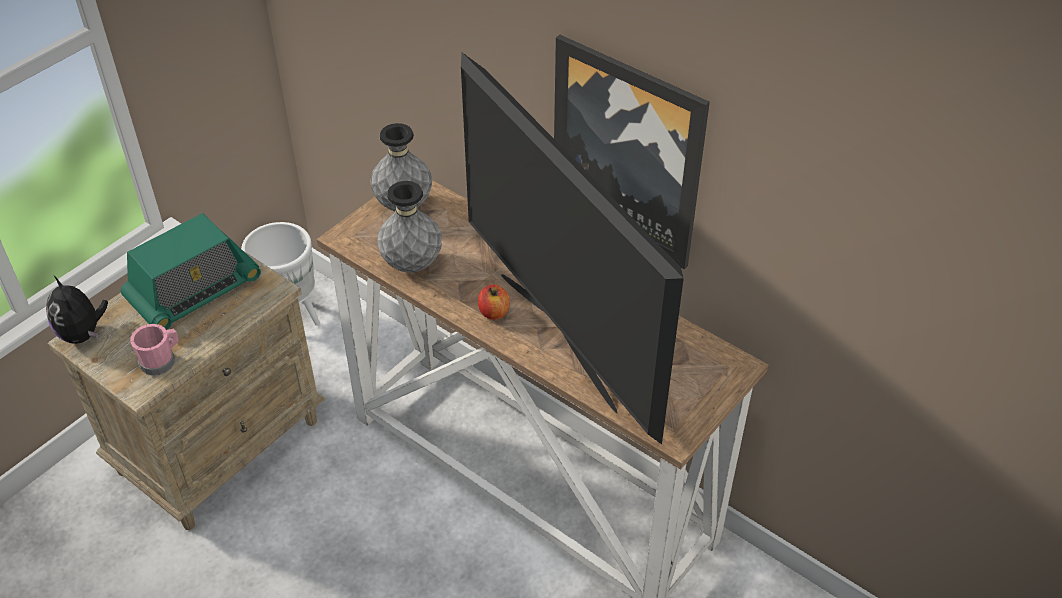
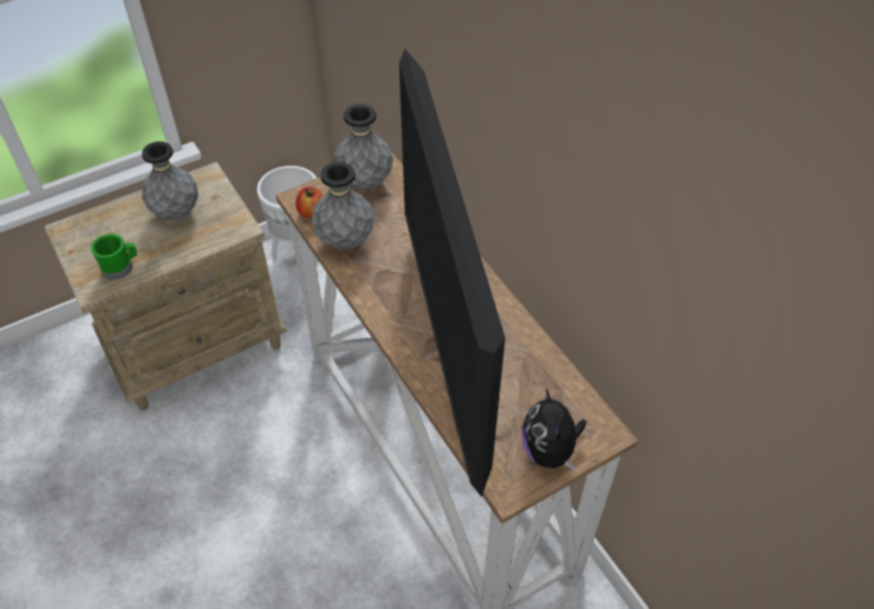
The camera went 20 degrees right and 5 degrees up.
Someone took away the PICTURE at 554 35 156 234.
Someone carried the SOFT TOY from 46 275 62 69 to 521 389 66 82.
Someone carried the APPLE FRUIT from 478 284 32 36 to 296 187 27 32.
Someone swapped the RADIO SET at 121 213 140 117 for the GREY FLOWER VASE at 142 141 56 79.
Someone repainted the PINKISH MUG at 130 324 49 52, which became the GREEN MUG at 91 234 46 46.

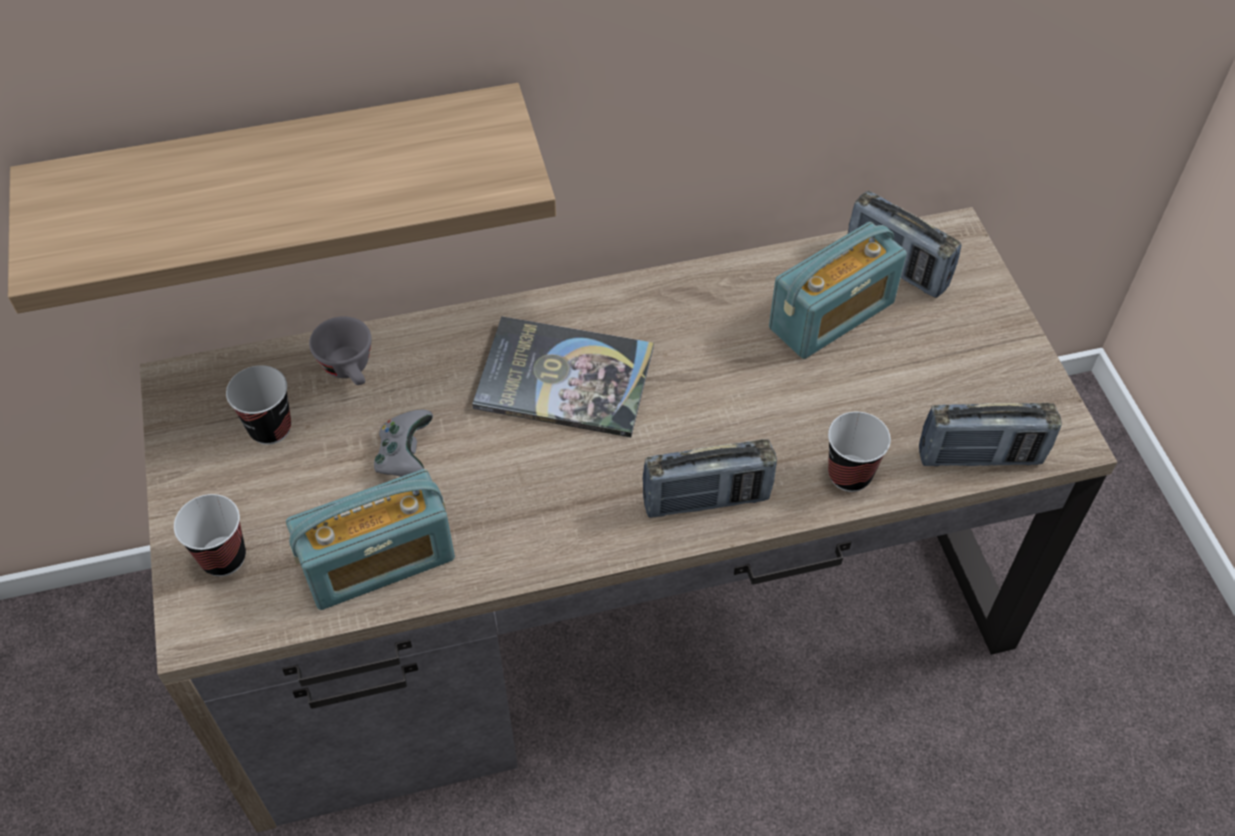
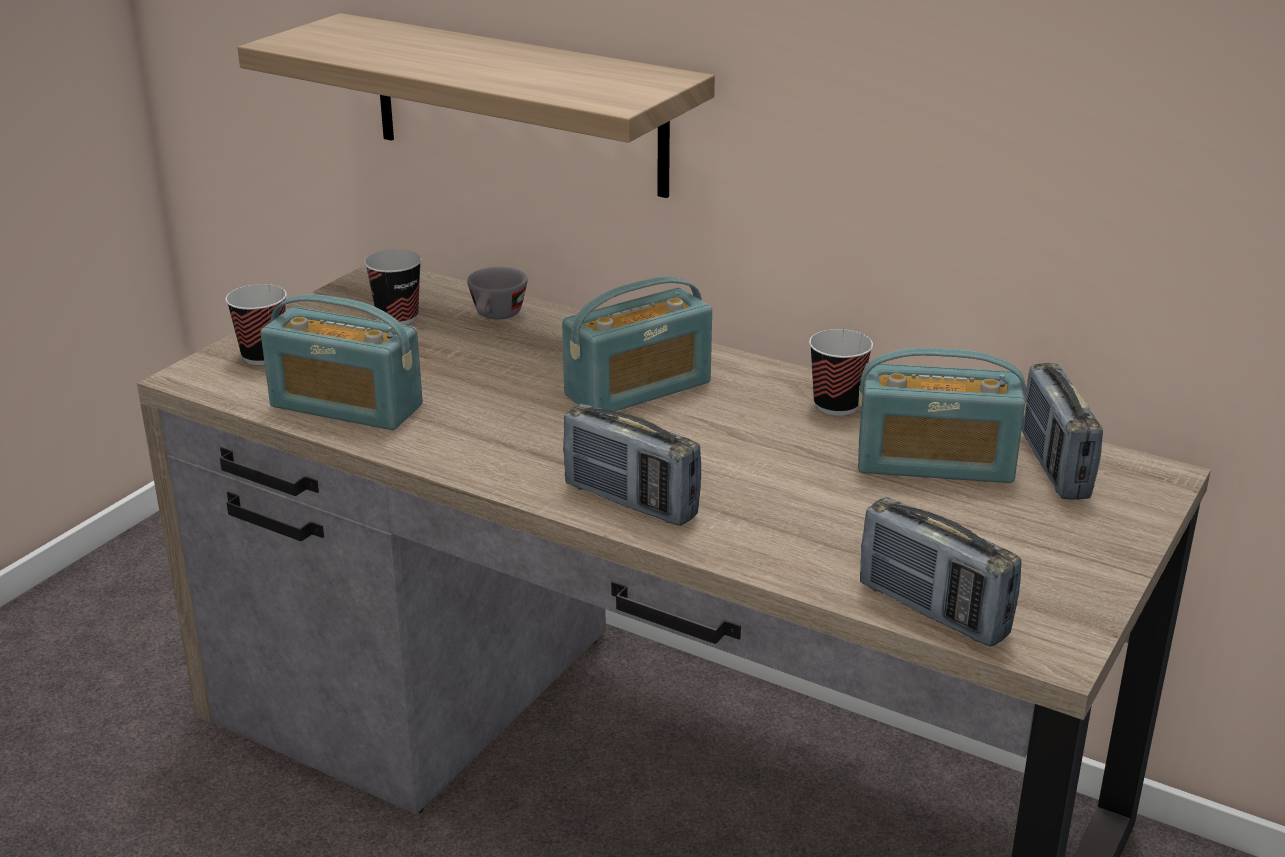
The camera went 45 degrees right and 25 degrees down.
Someone took away the GREY GAMEPAD at 374 409 59 68.
Someone carried the CUP from 828 412 63 80 to 809 329 64 87.
Someone swapped the BOUND BOOK at 472 316 182 121 for the RADIO SET at 562 277 150 134.

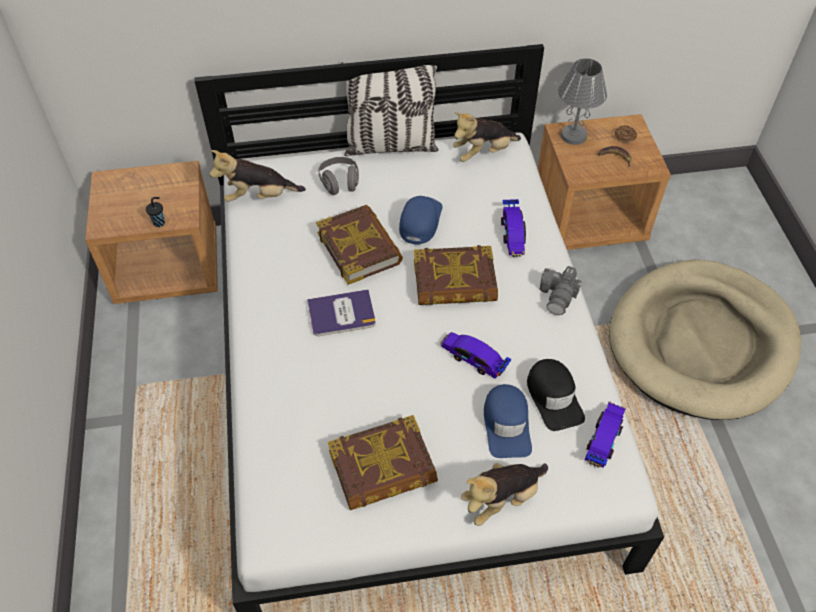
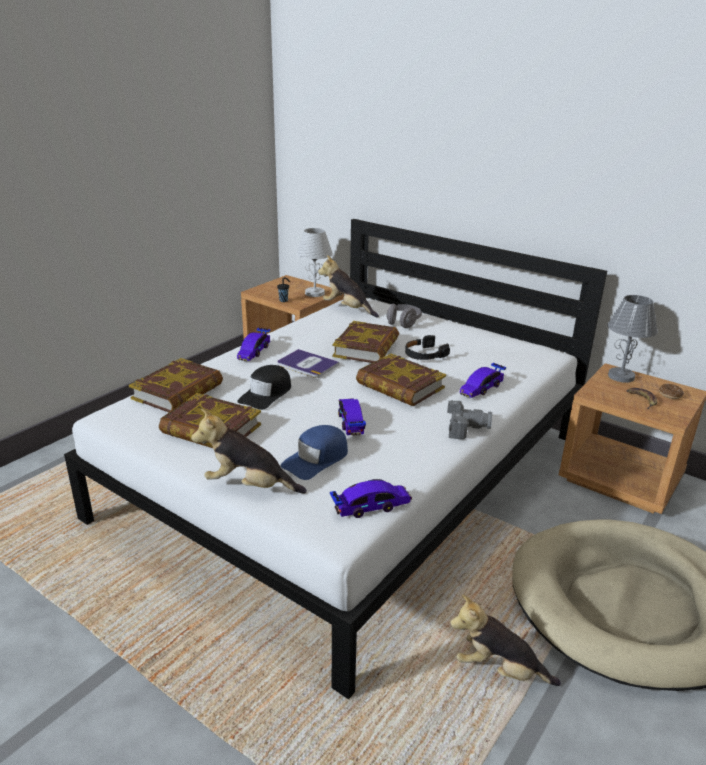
The camera went 45 degrees right and 25 degrees down.
Someone took away the PILLOW at 341 62 98 94.
Someone put down the BOUND BOOK at 129 358 94 54.
Someone put down the TOY CAR at 237 328 34 33.
Someone put down the WHITISH TABLETOP LAMP at 296 228 37 69.
Someone carried the SOFT TOY from 453 112 68 50 to 450 595 111 91.
Someone carried the BLACK-COLOURED CAP from 527 359 58 72 to 237 365 54 45.
Someone swapped the BLUISH CAP at 399 196 44 49 for the BLACK-COLOURED HEADPHONES at 405 335 45 25.
Someone rotated the STILL CAMERA at 540 266 42 49 by 150 degrees counterclockwise.

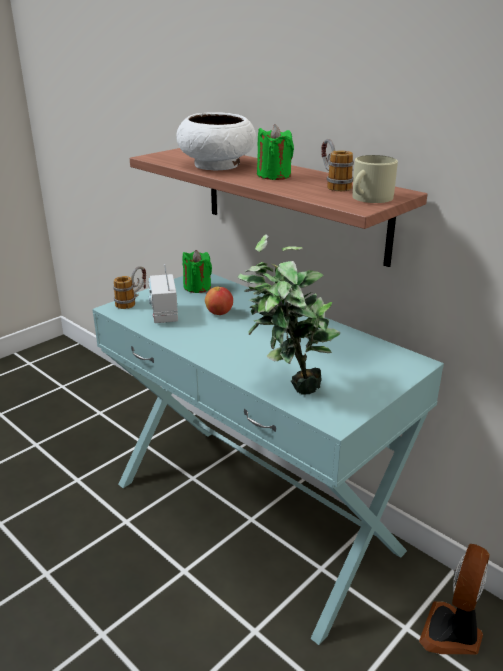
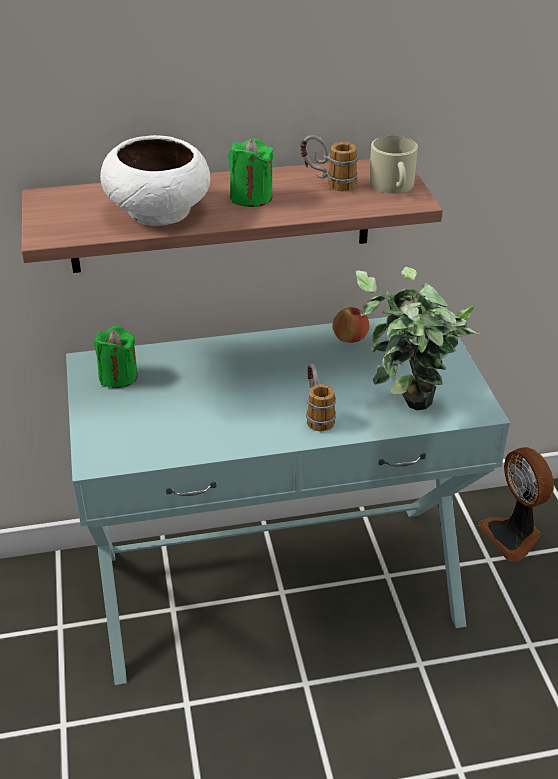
The camera went 55 degrees left and 10 degrees up.
Someone took away the RADIO SET at 148 264 30 59.
Someone carried the MUG from 113 266 33 43 to 306 364 30 67.
Someone carried the APPLE FRUIT from 205 287 28 28 to 332 307 37 36.

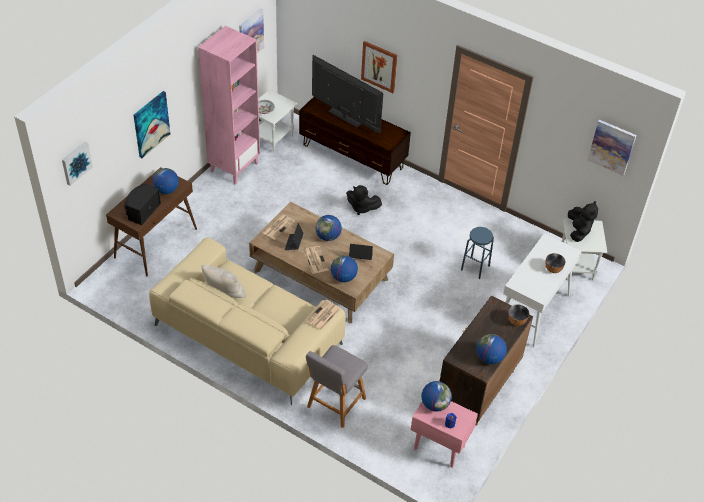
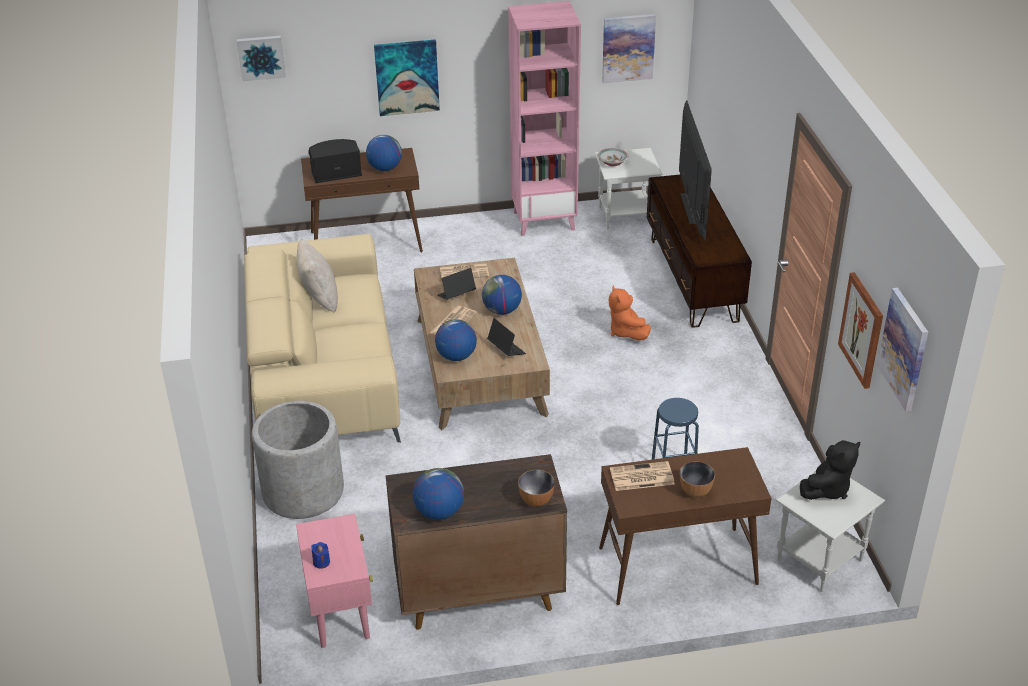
The camera went 50 degrees right and 10 degrees down.
Someone took away the DESK GLOBE at 422 381 30 31.
Someone carried the PRINTED PAPER from 305 300 35 31 to 610 461 65 30.
Someone carried the PICTURE from 361 41 37 52 to 838 272 45 117.
Someone swapped the GREY STOOL SEAT at 306 345 62 83 for the GREY PLANT POT at 252 401 92 118.
Someone repainted the BLACK-COLOURED SOFT TOY at 346 185 36 30, which became the ORANGE-COLOURED SOFT TOY at 609 286 42 54.
Someone repainted the WHITISH NARROW TABLE at 503 234 79 114, which became the BROWN-COLOURED NARROW TABLE at 599 447 173 158.

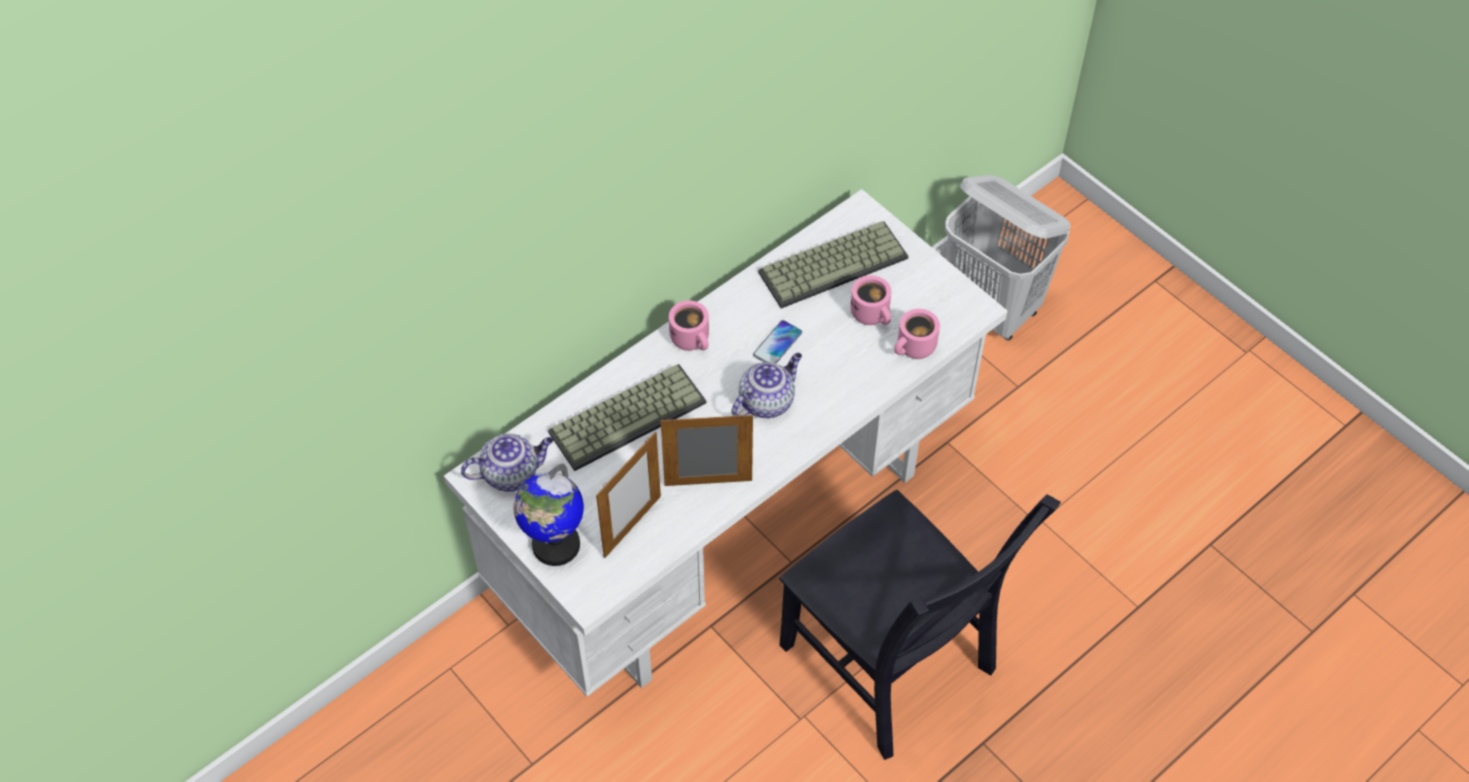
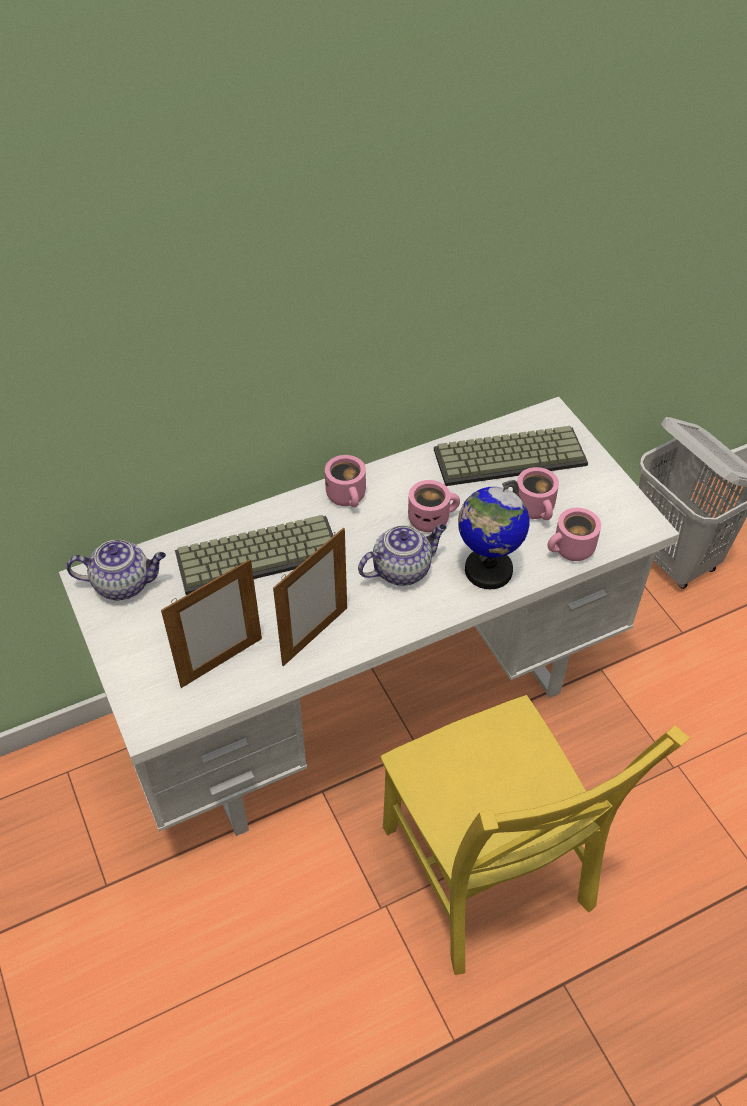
The camera went 15 degrees right and 5 degrees down.
Someone carried the DESK GLOBE from 513 464 71 102 to 458 480 71 109.
Someone swapped the HANDSET at 753 320 49 44 for the PINKISH MUG at 408 480 52 52.
Someone repainted the BLACK-COLOURED PLAIN CHAIR at 779 489 282 271, which became the YELLOW PLAIN CHAIR at 380 695 310 280.
Someone rotated the PHOTO FRAME at 661 415 92 71 by 120 degrees clockwise.

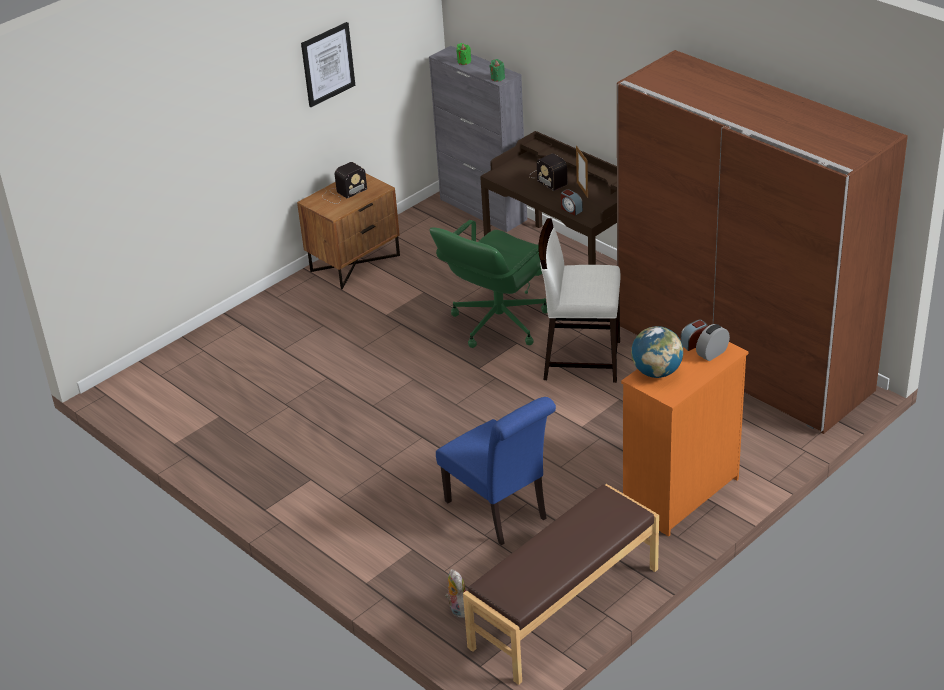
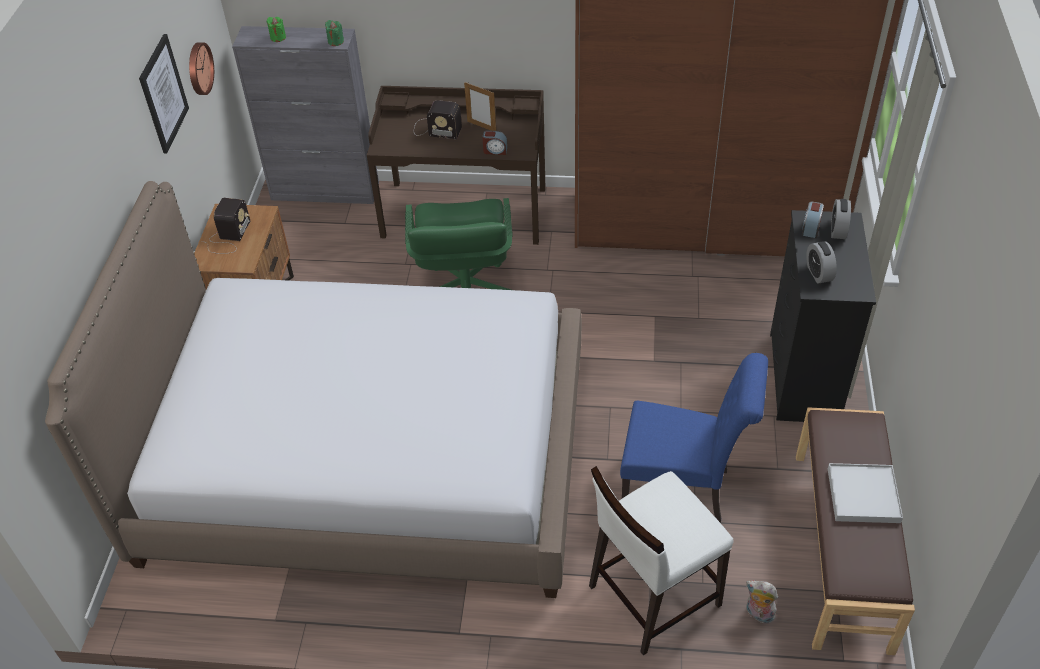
The camera went 40 degrees left and 10 degrees up.
Someone put down the BEDROOM BED at 45 181 537 417.
Someone put up the CLOCK ON THE WALL at 189 42 25 53.
Someone put down the WHITISH SERVING TRAY at 828 463 75 60.
Someone carried the WHITISH PLAIN CHAIR from 538 218 83 165 to 589 466 145 189.
Someone swapped the DESK GLOBE at 631 326 52 52 for the ALARM CLOCK at 806 241 31 43.
Someone repainted the ORANGE-COLOURED CHEST OF DRAWERS at 621 342 127 195, which became the BLACK-COLOURED CHEST OF DRAWERS at 770 210 106 212.

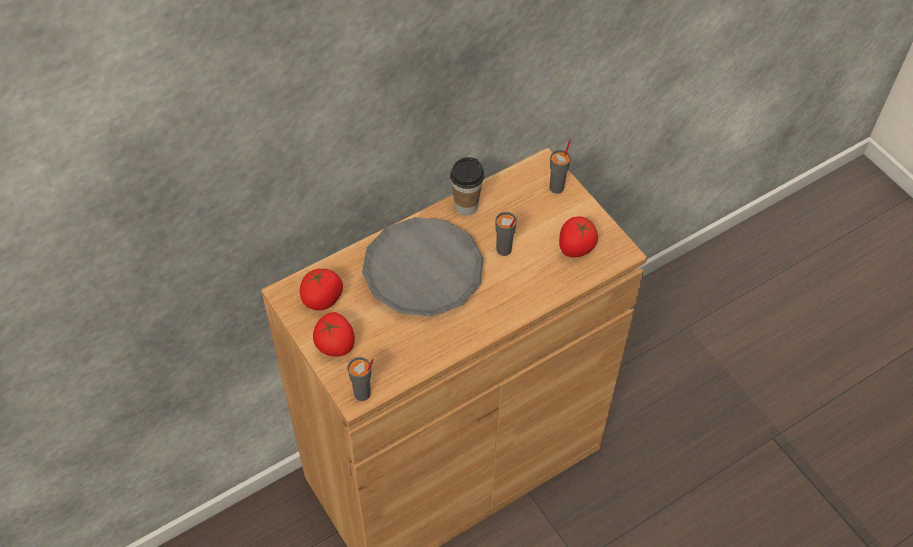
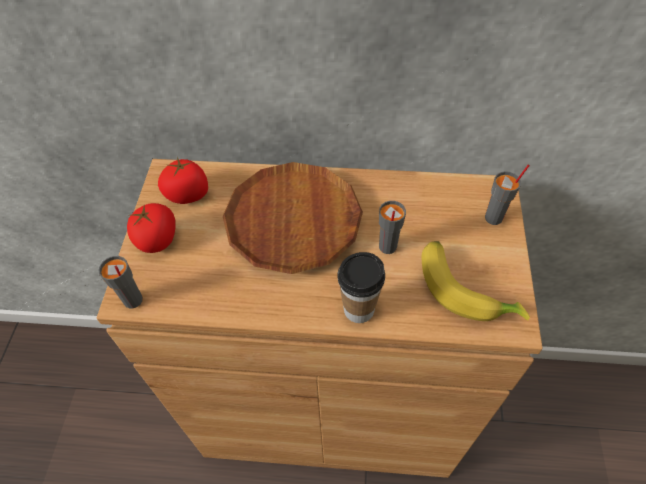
The camera went 40 degrees right and 0 degrees up.
Someone carried the CUP from 450 157 34 59 to 337 252 48 71.
Someone swapped the TOMATO at 559 217 39 41 for the BANANA at 422 241 108 80.
Someone repainted the GREY FLAT DISH at 362 217 122 100, which became the BROWN-COLOURED FLAT DISH at 223 162 140 112.

